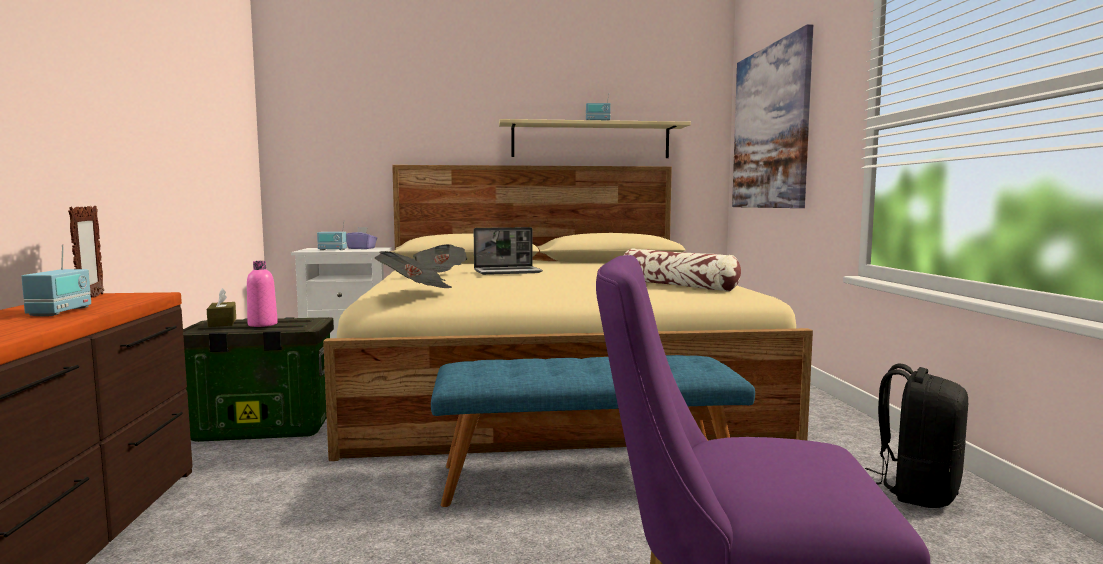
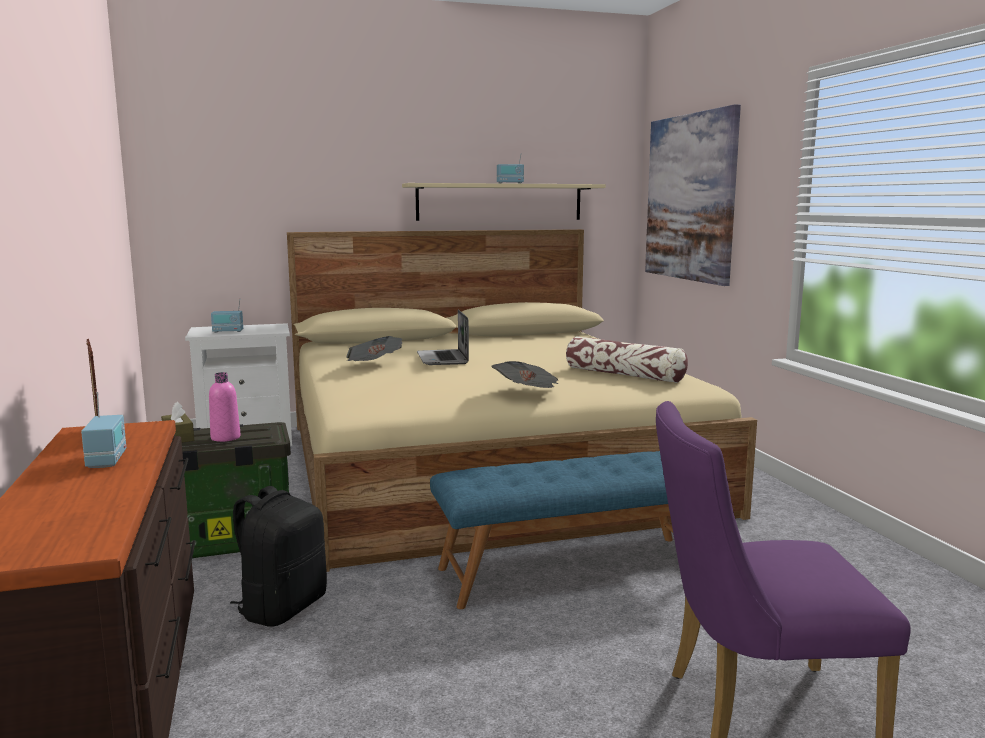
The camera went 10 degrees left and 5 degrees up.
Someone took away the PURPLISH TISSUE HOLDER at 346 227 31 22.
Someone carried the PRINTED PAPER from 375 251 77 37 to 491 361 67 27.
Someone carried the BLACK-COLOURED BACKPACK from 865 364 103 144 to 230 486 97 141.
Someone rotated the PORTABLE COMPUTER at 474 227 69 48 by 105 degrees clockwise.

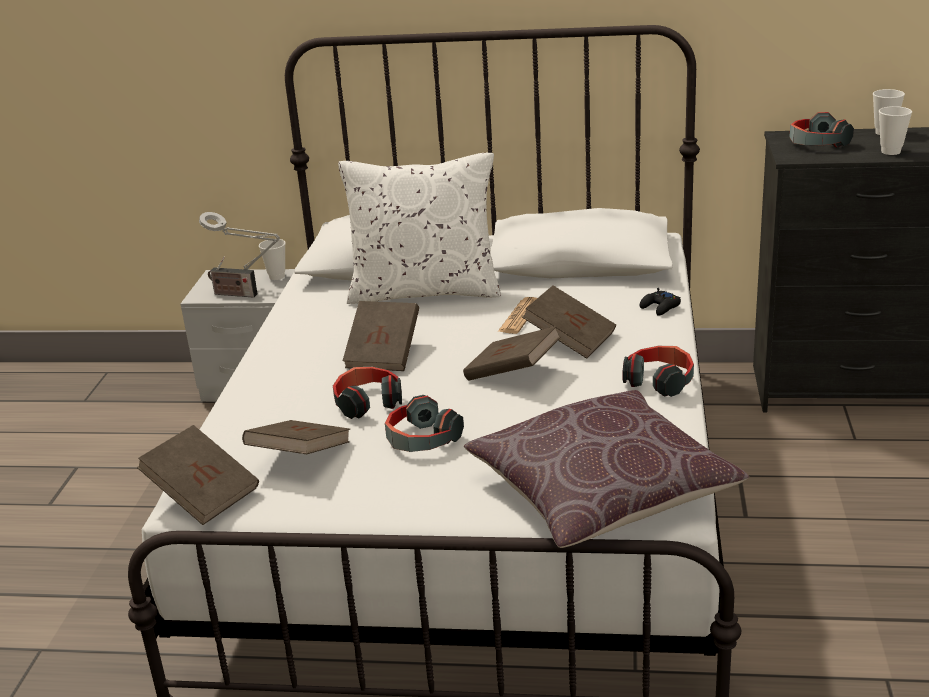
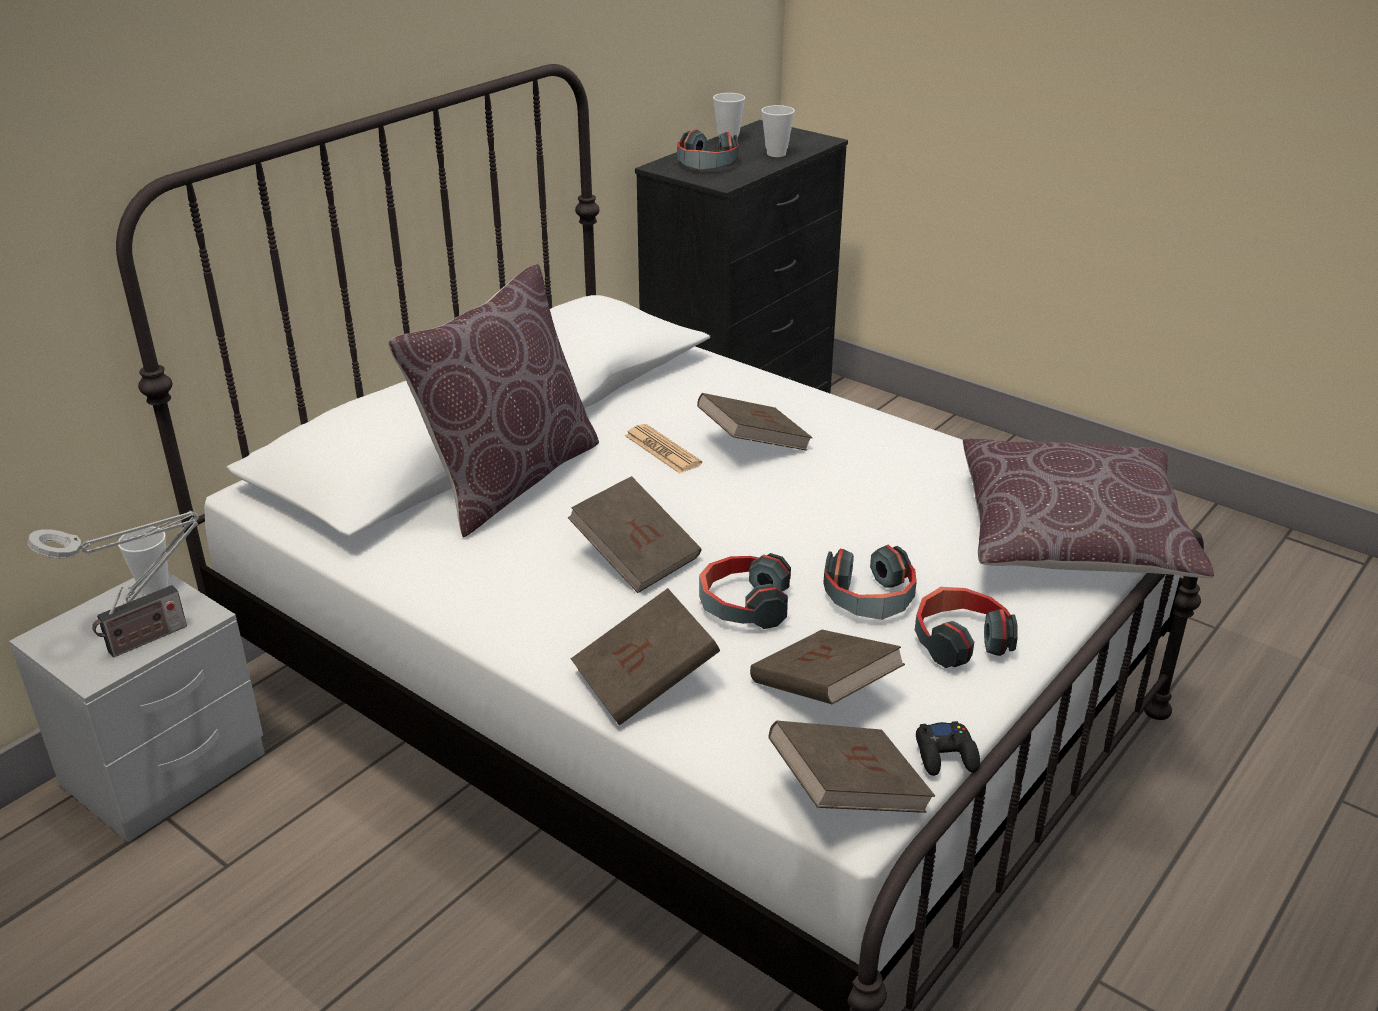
The camera went 60 degrees left and 5 degrees up.
Someone carried the BROWN-COLOURED BOUND BOOK from 463 326 98 55 to 571 588 149 138.
Someone carried the HEADPHONES from 622 346 72 51 to 915 587 103 81.
Someone carried the BLACK-COLOURED GAMEPAD from 640 288 41 28 to 916 721 64 55.
Someone repainted the WHITISH PILLOW at 338 153 163 151, which became the BROWN-COLOURED PILLOW at 388 264 211 273.

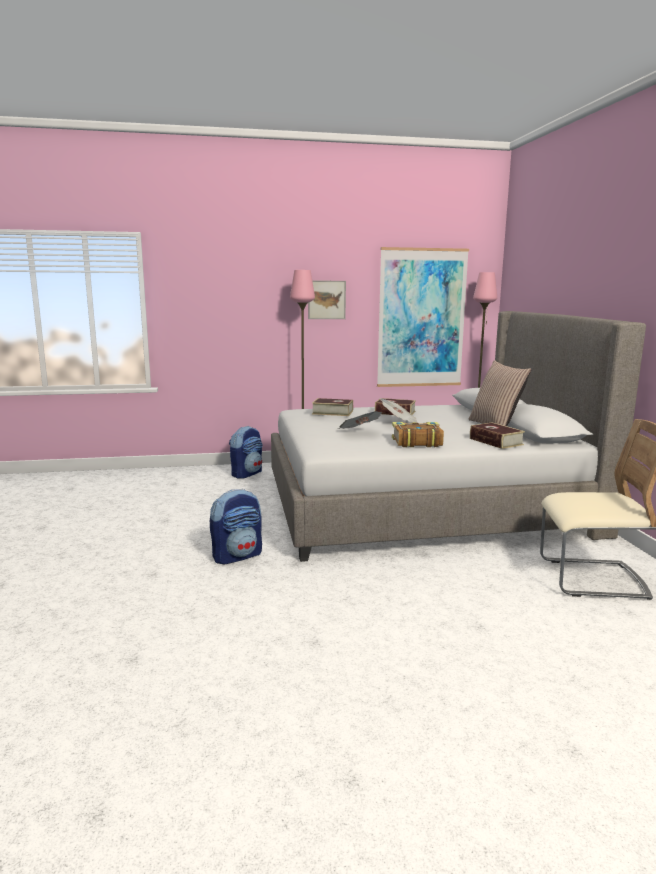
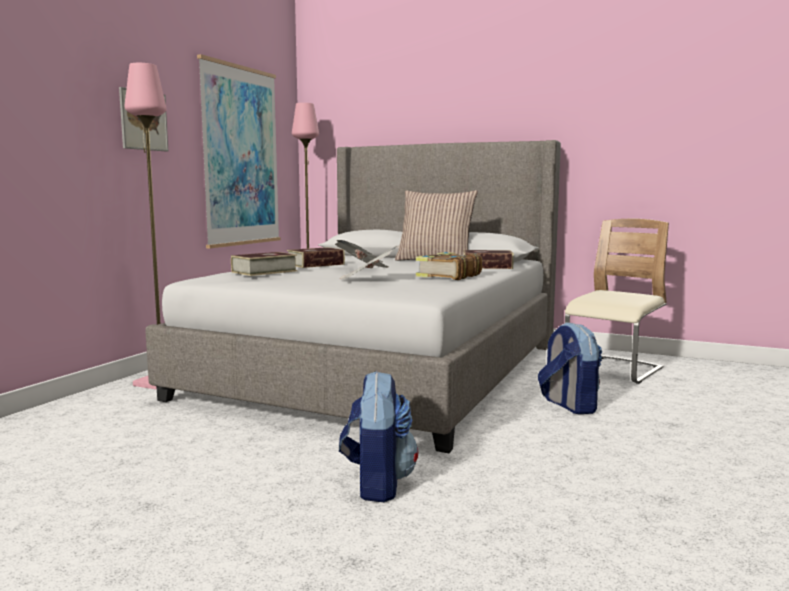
The camera went 55 degrees left and 5 degrees down.
Someone carried the BACKPACK from 229 426 34 53 to 538 322 64 92.

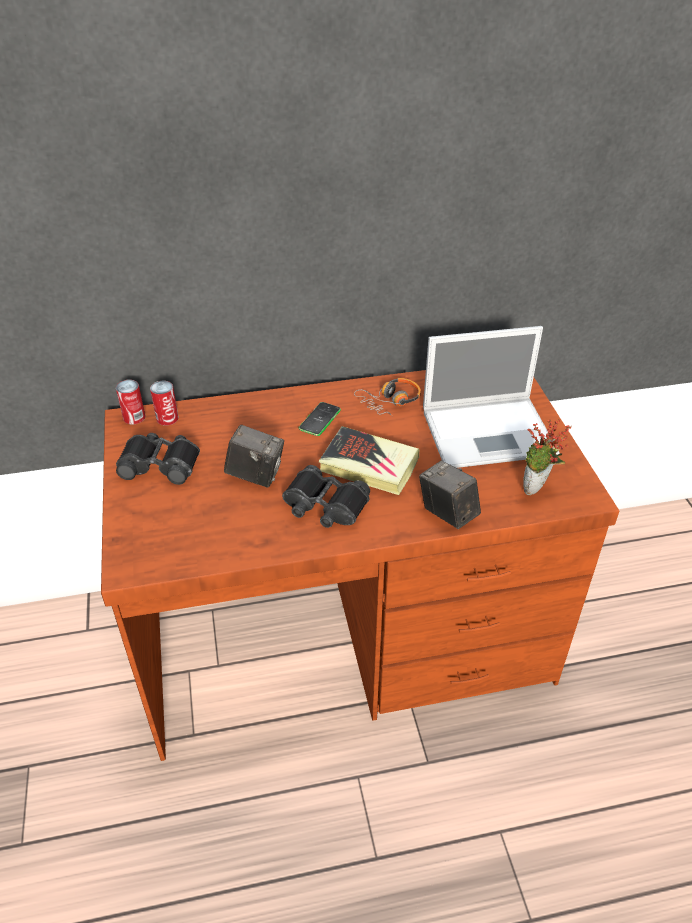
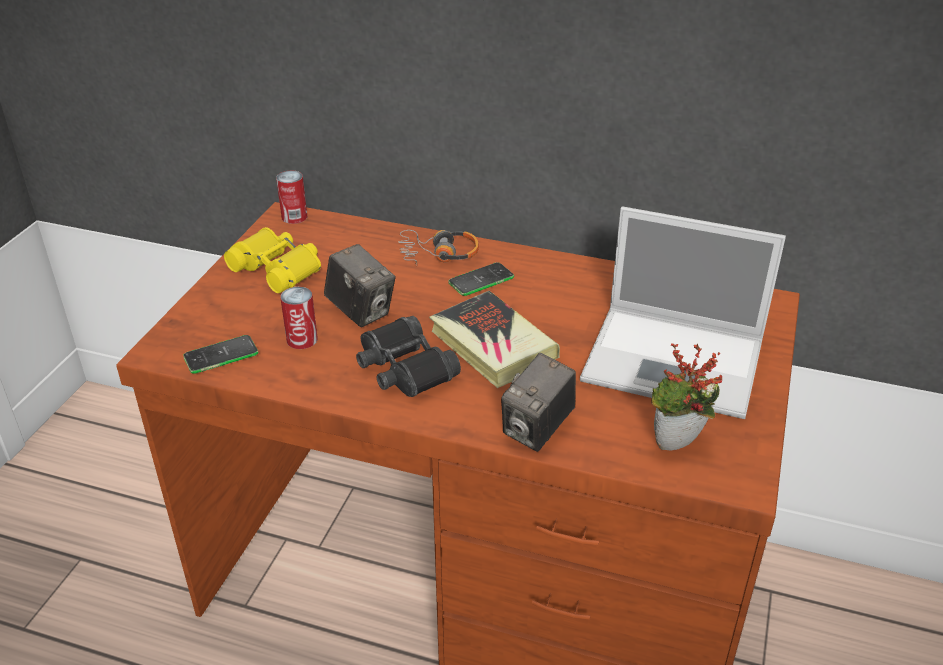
The camera went 30 degrees right and 5 degrees down.
Someone put down the HANDSET at 183 335 75 39.
Someone carried the CAN from 150 381 29 44 to 280 287 38 62.
Someone carried the HEADPHONES from 354 378 67 38 to 398 230 81 36.
Someone repainted the BLACK-COLOURED BINOCULARS at 116 433 84 52, which became the YELLOW BINOCULARS at 224 227 97 66.
Someone rotated the STILL CAMERA at 419 461 62 68 by 135 degrees counterclockwise.

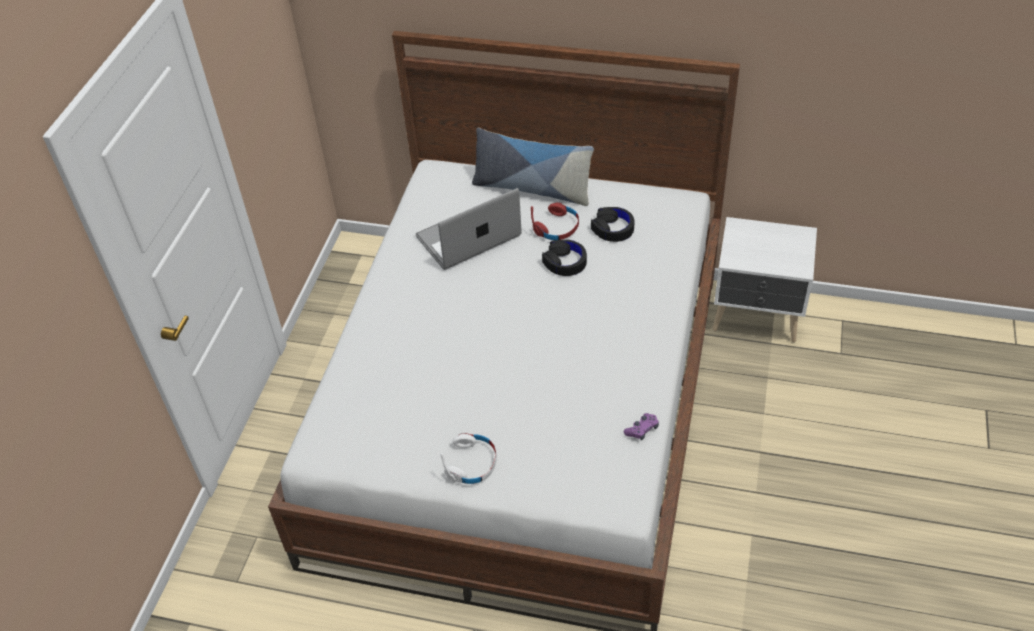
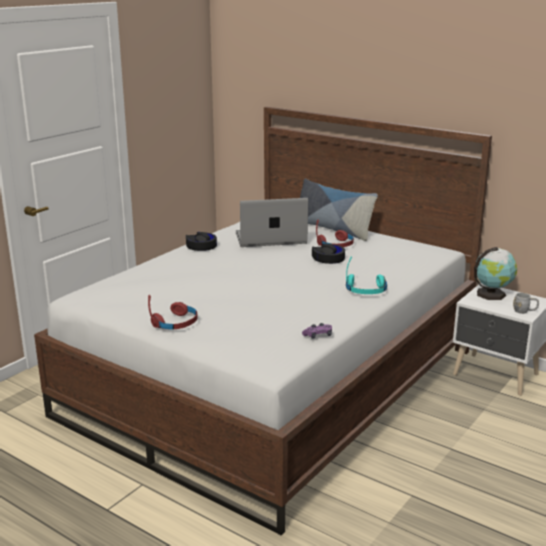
The camera went 20 degrees right and 25 degrees down.
Someone put down the TURQUOISE HEADPHONES at 346 256 41 38.
Someone put down the DESK GLOBE at 474 247 43 53.
Someone put down the GREY MUG at 513 293 26 21.
Someone carried the BLACK-COLOURED HEADPHONES from 591 207 44 35 to 186 232 31 19.
Someone repainted the WHITISH HEADPHONES at 440 433 57 51, which became the REDDISH HEADPHONES at 148 295 50 35.

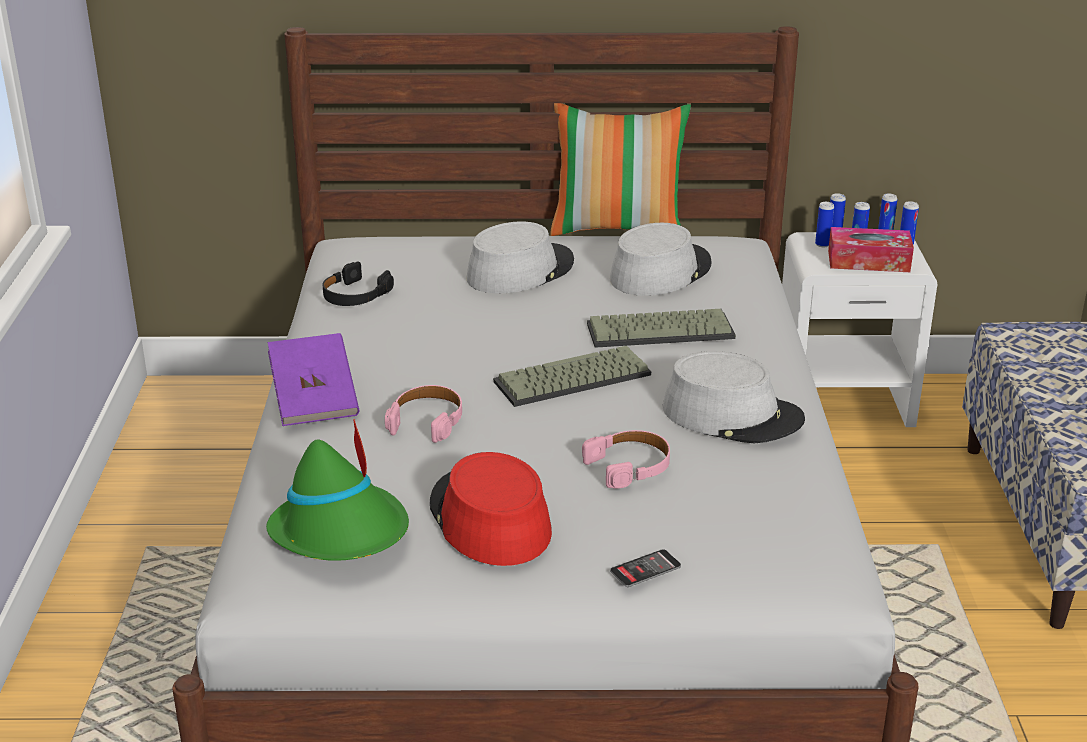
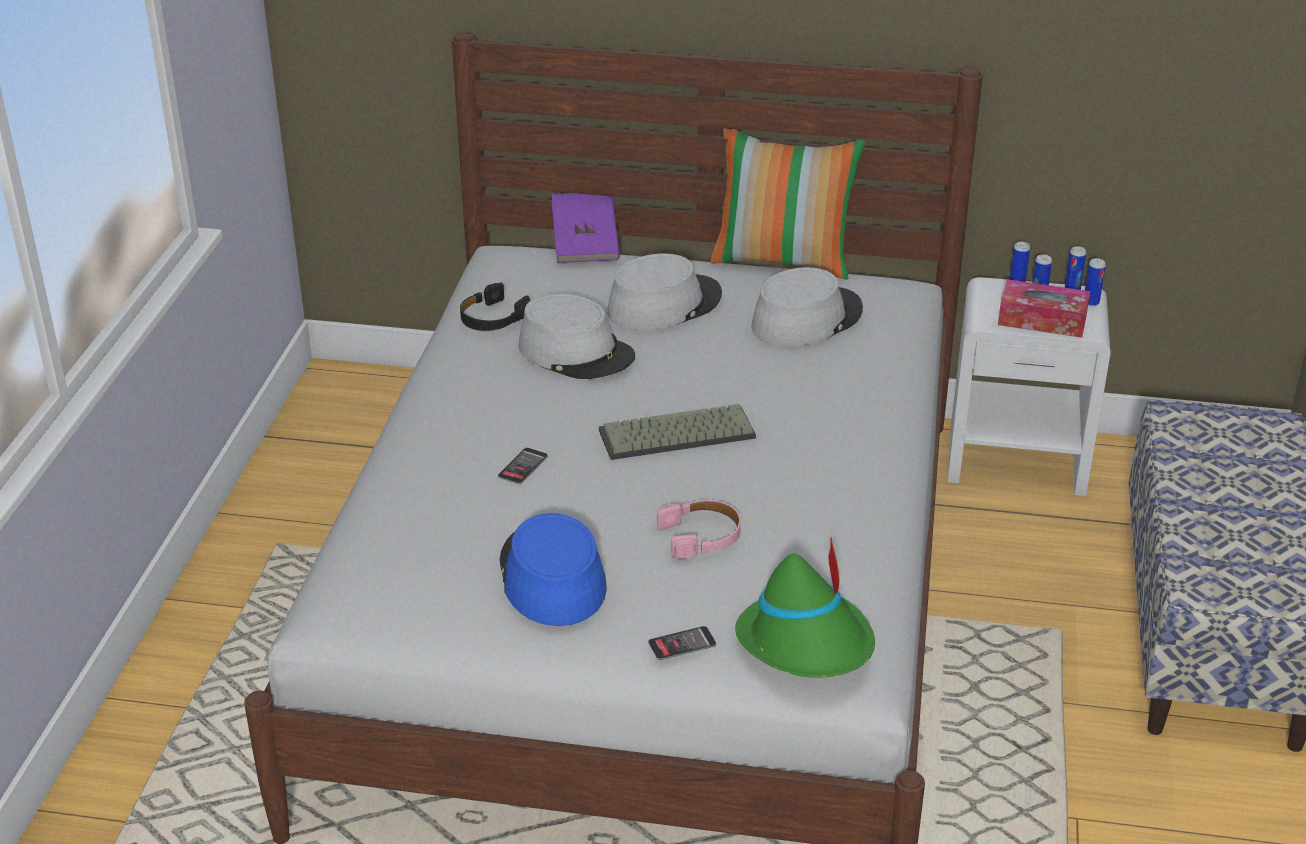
The camera went 10 degrees right and 5 degrees up.
Someone took away the COMPUTER KEYBOARD at 587 309 149 39.
Someone took away the CAN at 815 202 19 45.
Someone carried the GREEN CLOTHING HAT from 266 419 143 142 to 735 536 140 142.
Someone carried the PURPLISH BOUND BOOK from 268 333 92 93 to 552 193 68 70.
Someone carried the GREY CLOTHING HAT from 663 351 142 92 to 518 294 117 85.
Someone swapped the PINKISH HEADPHONES at 385 385 77 58 for the HANDSET at 498 448 50 36.
Someone repainted the REDDISH CLOTHING HAT at 430 452 122 114, which became the BLUISH CLOTHING HAT at 500 513 106 113.

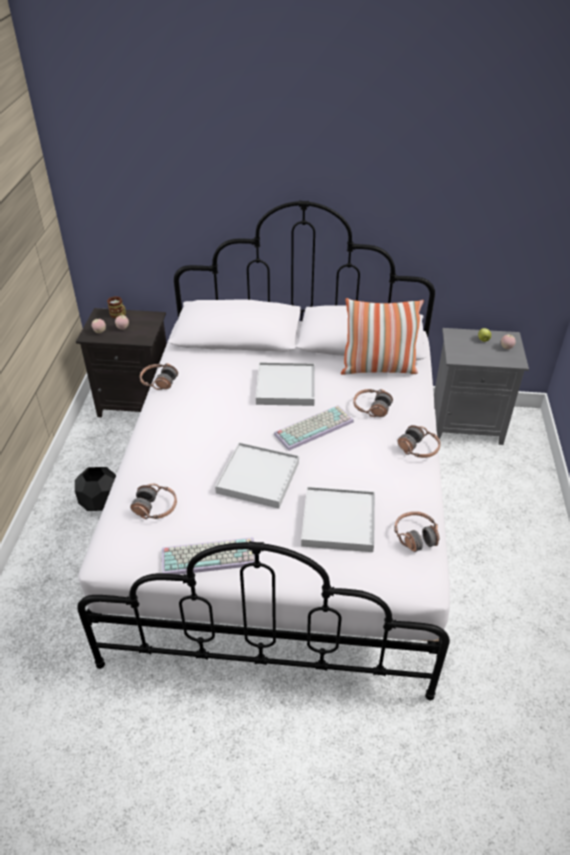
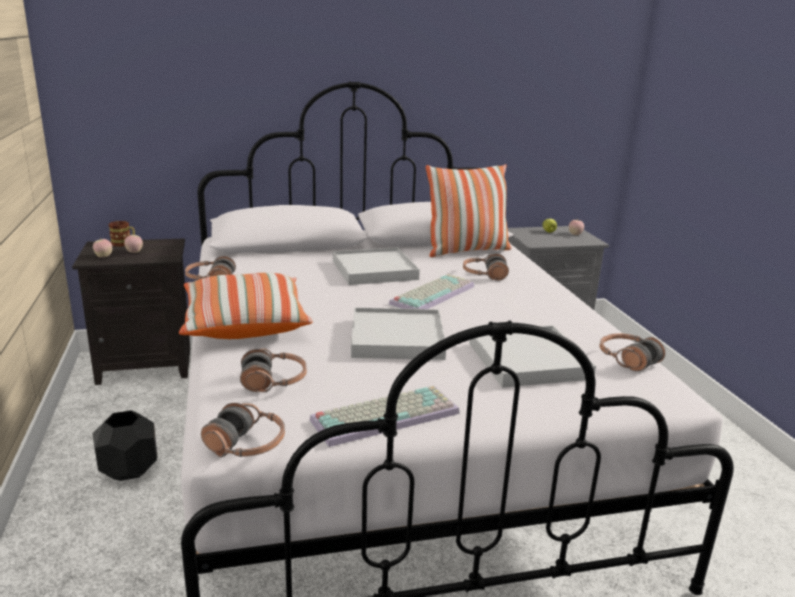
The camera went 20 degrees left and 20 degrees down.
Someone put down the PILLOW at 179 273 134 66.
Someone carried the HEADPHONES from 397 425 44 33 to 201 403 84 54.

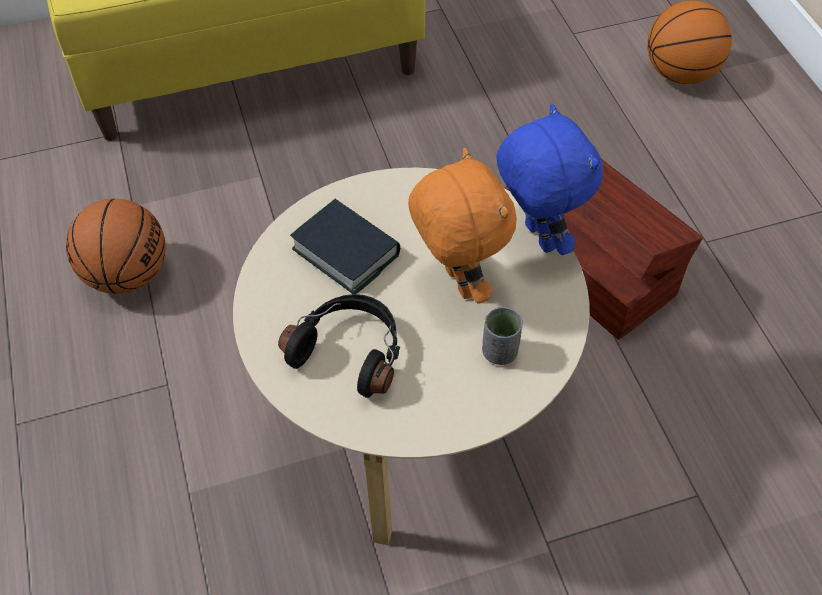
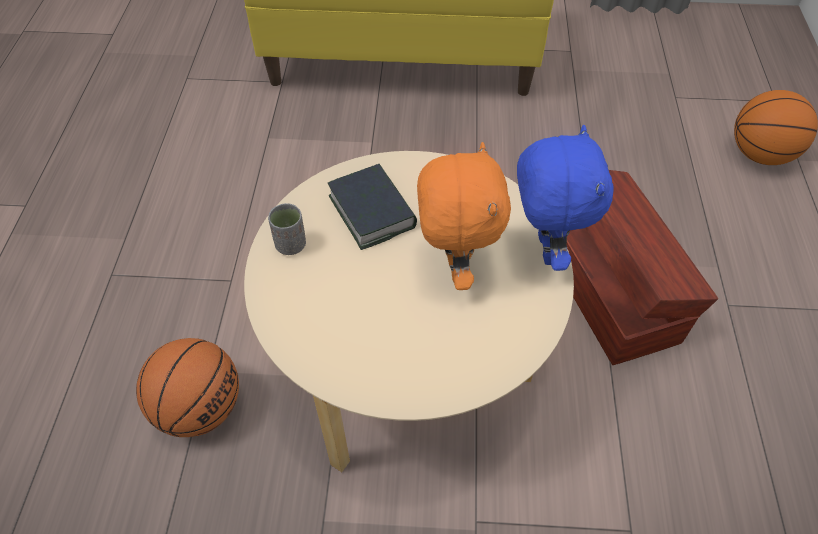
The camera went 20 degrees right and 0 degrees up.
Someone took away the BLACK-COLOURED HEADPHONES at 278 294 122 104.
Someone carried the BASKETBALL BALL from 66 199 100 95 to 136 338 103 99.
Someone carried the GREY CUP from 482 307 41 58 to 268 203 38 52.

